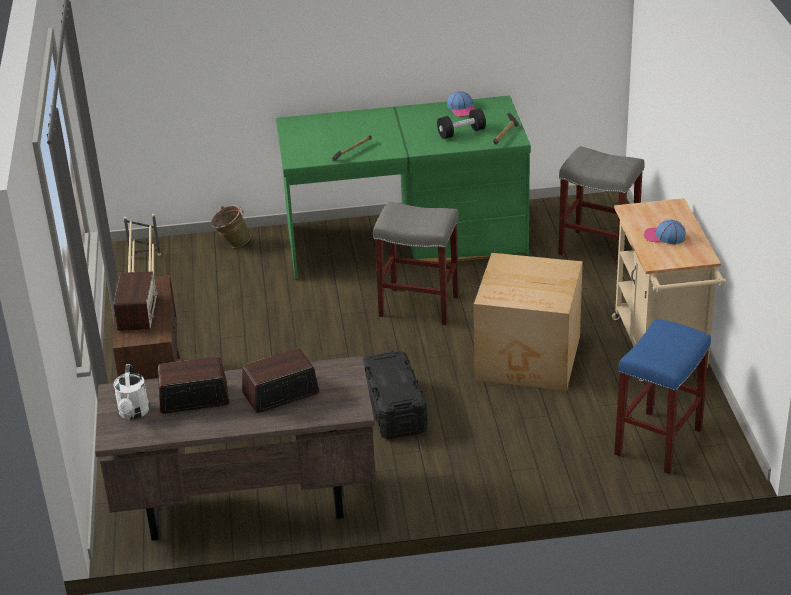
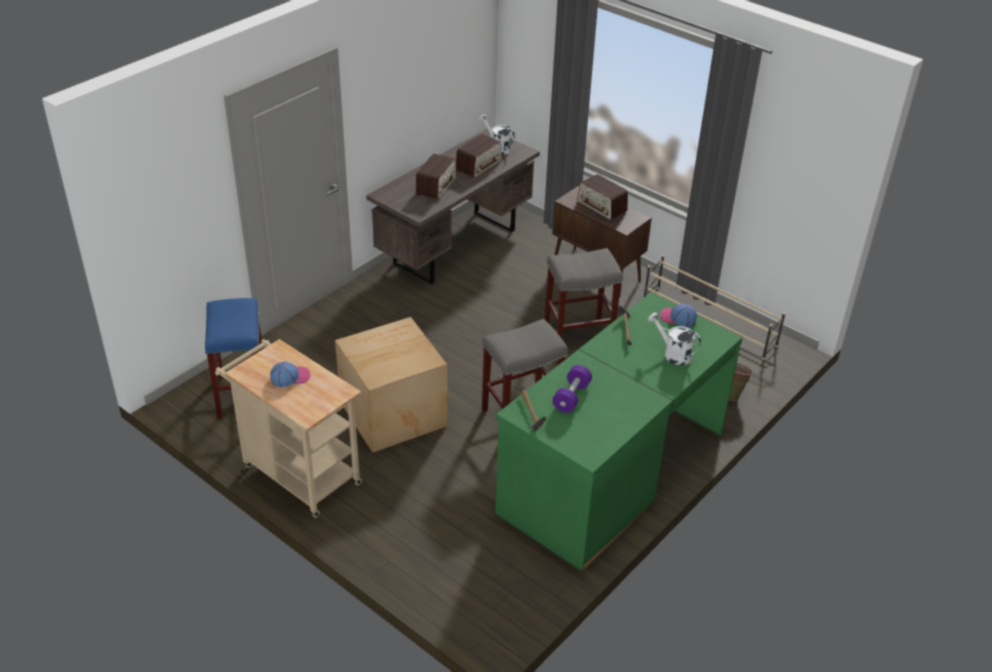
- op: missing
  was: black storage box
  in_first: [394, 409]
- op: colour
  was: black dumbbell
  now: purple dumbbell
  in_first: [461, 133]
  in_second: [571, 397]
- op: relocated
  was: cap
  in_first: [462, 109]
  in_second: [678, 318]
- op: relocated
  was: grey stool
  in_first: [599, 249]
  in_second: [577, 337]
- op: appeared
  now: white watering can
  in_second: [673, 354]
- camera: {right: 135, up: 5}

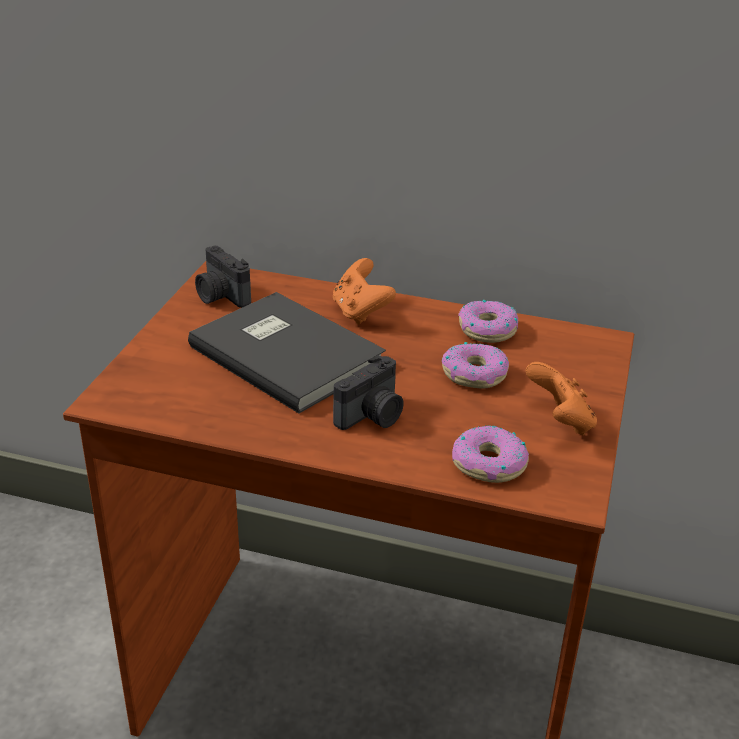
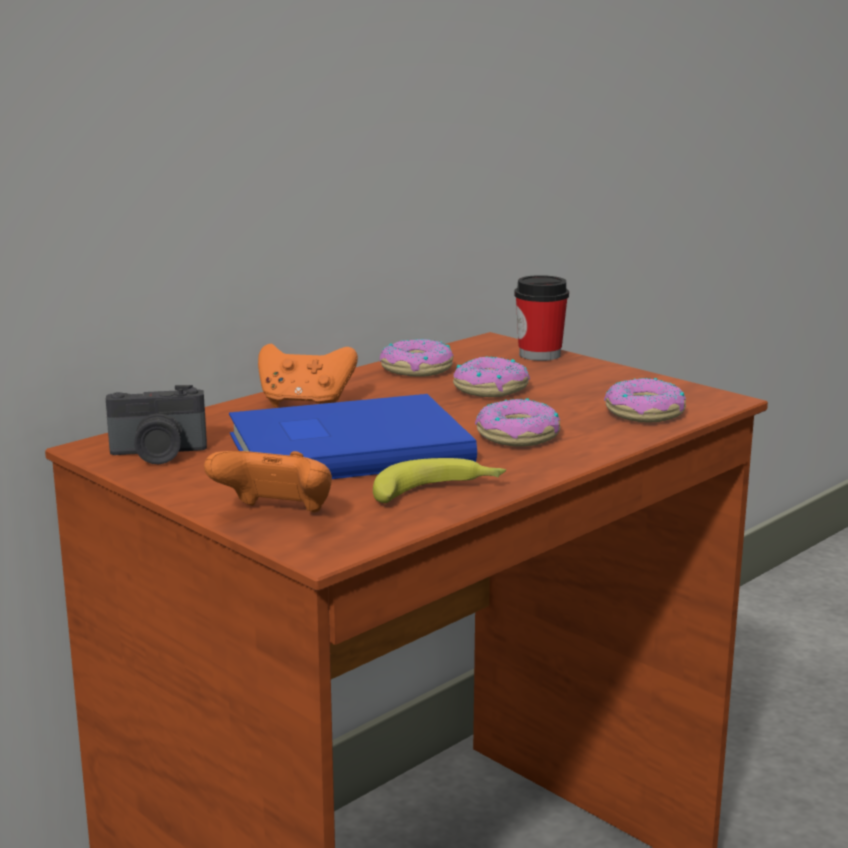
- op: colour
  was: grey book
  now: blue book
  in_first: [288, 353]
  in_second: [344, 446]
- op: exchanged
  was: photo camera
  now: donut
  in_first: [372, 416]
  in_second: [518, 436]
- op: relocated
  was: orange game controller
  in_first: [560, 422]
  in_second: [276, 515]
- op: appeared
  now: banana
  in_second: [439, 492]
- op: appeared
  now: cup
  in_second: [539, 355]
- camera: {right: -60, up: -15}

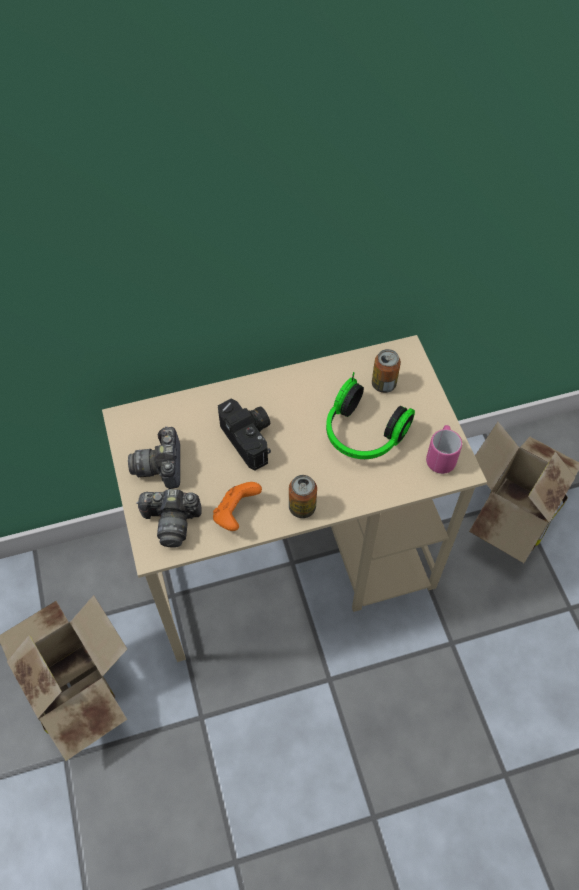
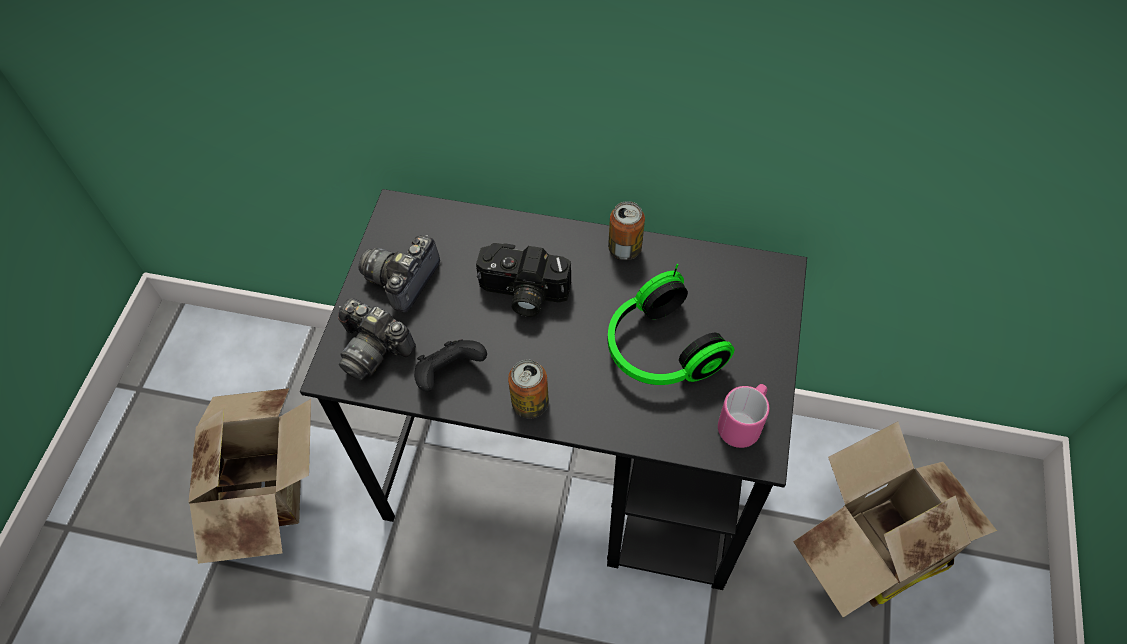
- op: colour
  was: beige desk
  now: black desk
  in_first: [292, 560]
  in_second: [571, 470]
- op: colour
  was: orange game controller
  now: black game controller
  in_first: [236, 513]
  in_second: [449, 373]
- op: spun
  was: photo camera
  in_first: [250, 438]
  in_second: [522, 294]
  clockwise: 105
- op: relocated
  was: can
  in_first: [383, 384]
  in_second: [625, 249]
- camera: {right: 30, up: 0}

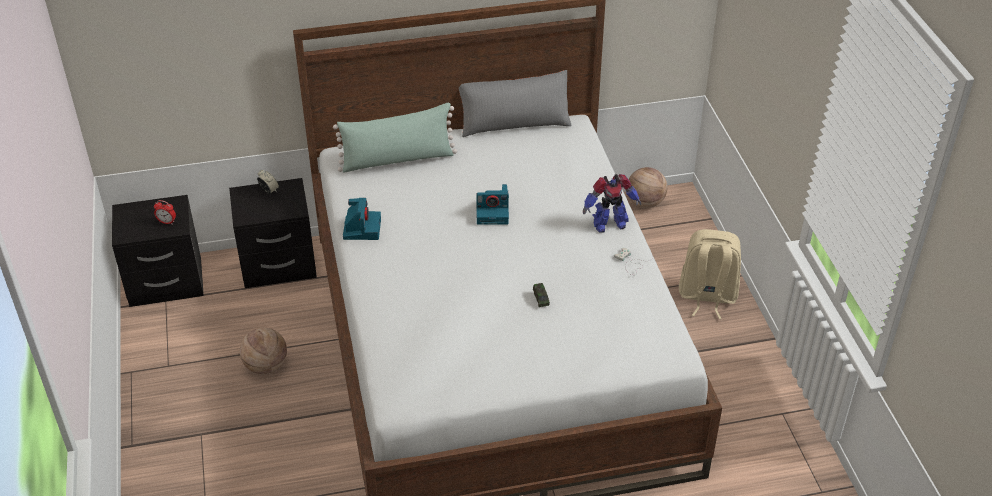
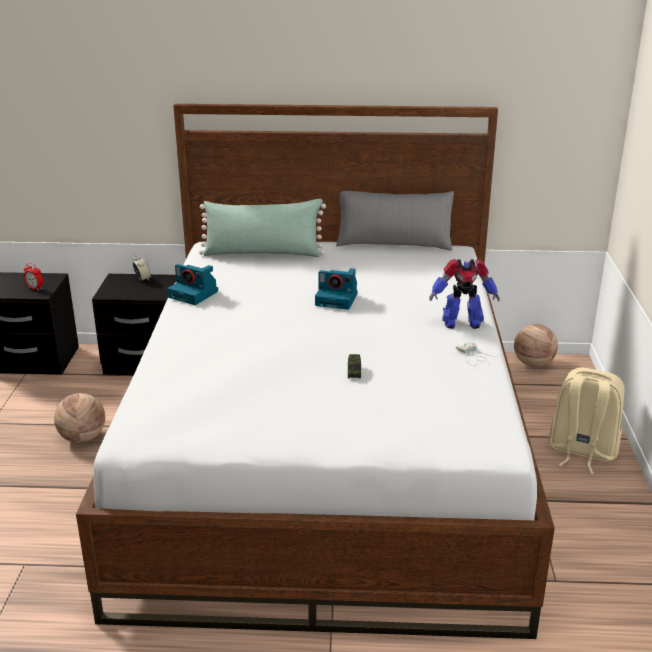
- op: spun
  was: photo camera
  in_first: [362, 228]
  in_second: [194, 294]
  clockwise: 105
- camera: {right: 15, up: -15}

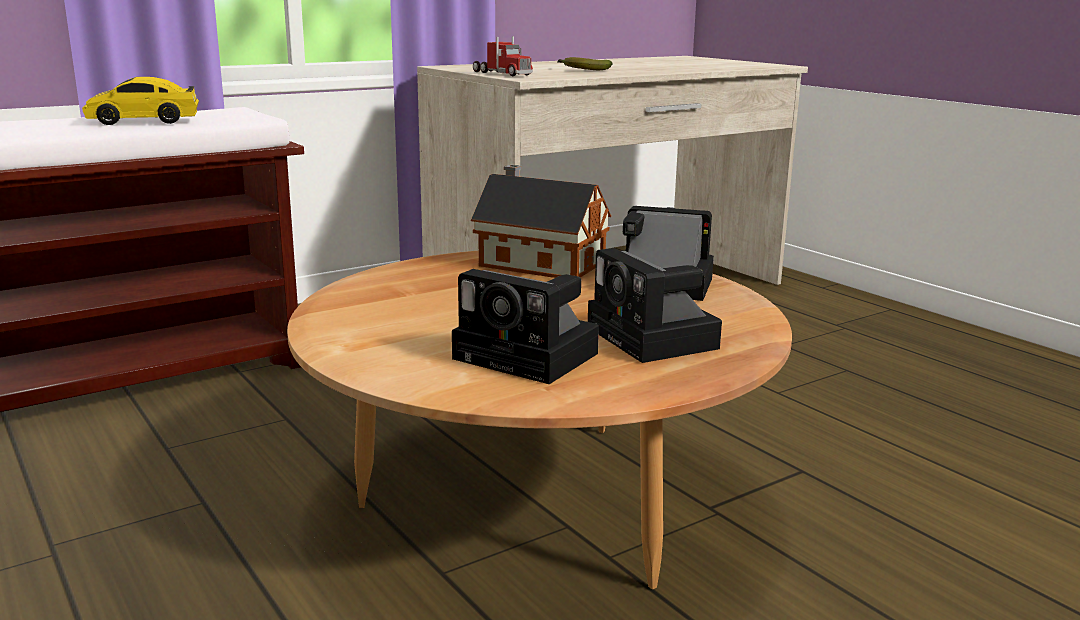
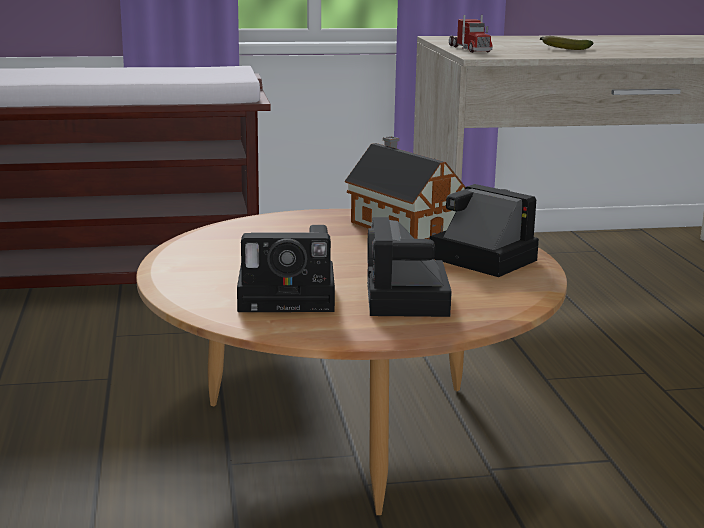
- op: missing
  was: toy car
  in_first: [144, 121]
- op: spun
  was: photo camera
  in_first: [531, 357]
  in_second: [291, 297]
  clockwise: -60
- camera: {right: 25, up: 0}

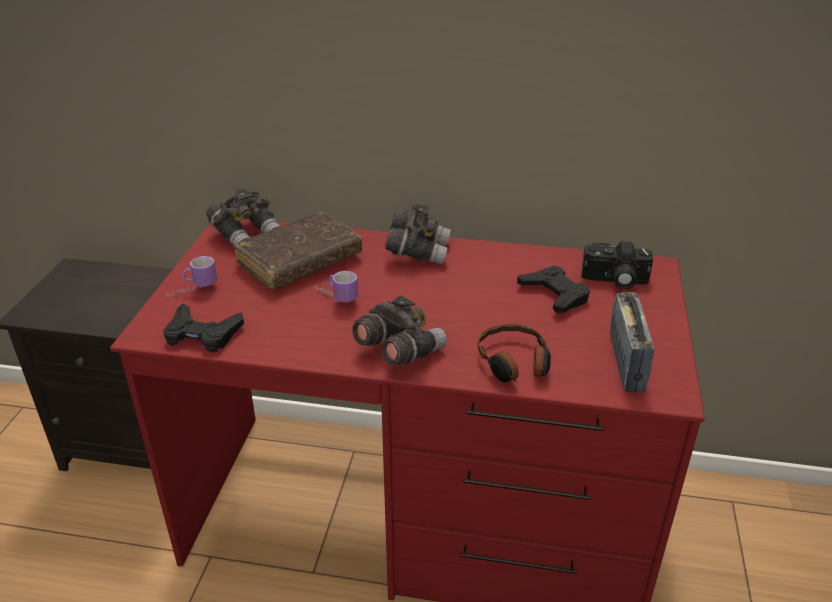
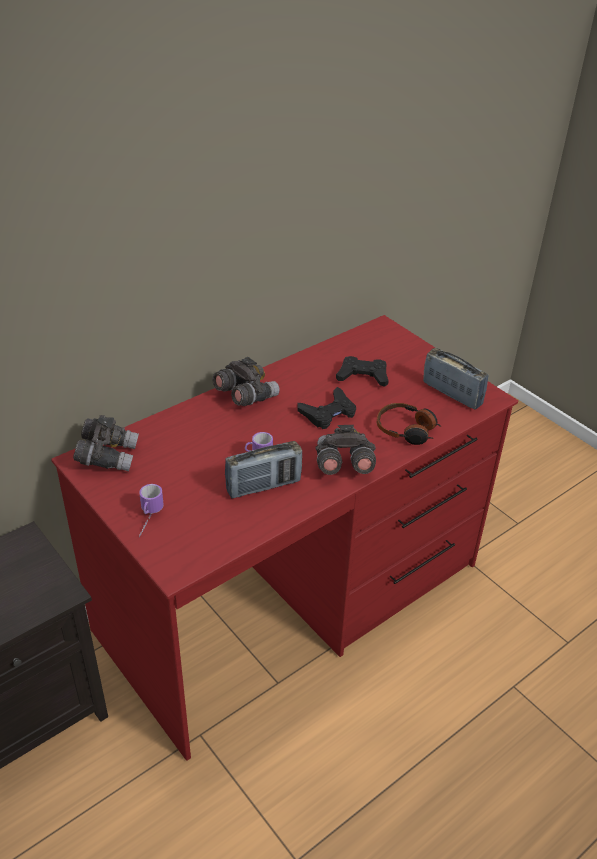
- op: relocated
  was: black game controller
  in_first: [202, 334]
  in_second: [328, 413]
- op: missing
  was: brown book
  in_first: [300, 261]
- op: missing
  was: photo camera
  in_first: [614, 280]
- op: appeared
  now: radio
  in_second: [263, 486]
- camera: {right: -50, up: 5}

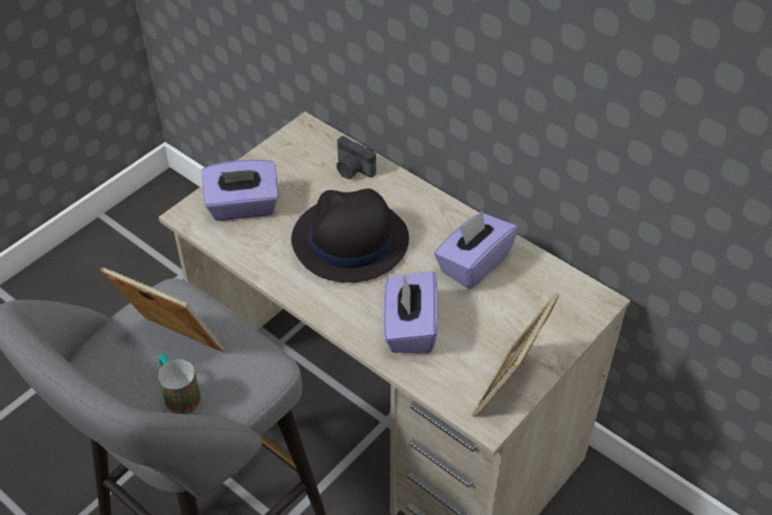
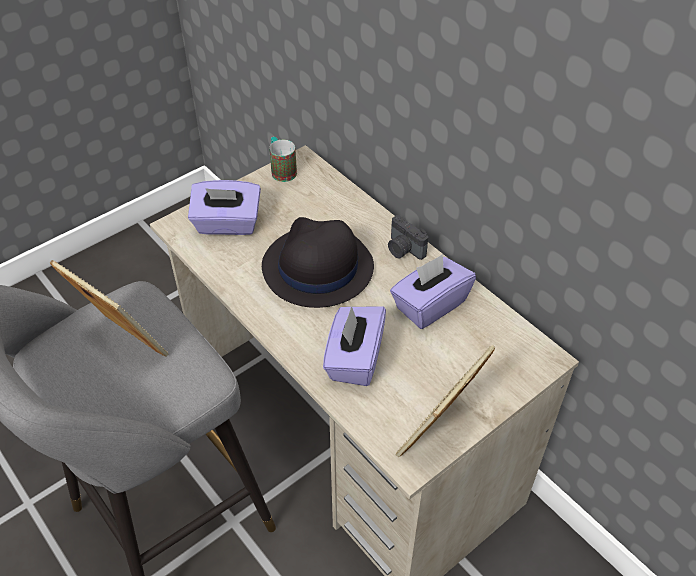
- op: relocated
  was: mug
  in_first: [179, 394]
  in_second: [281, 170]
- op: relocated
  was: photo camera
  in_first: [352, 170]
  in_second: [403, 250]
- camera: {right: 10, up: 0}

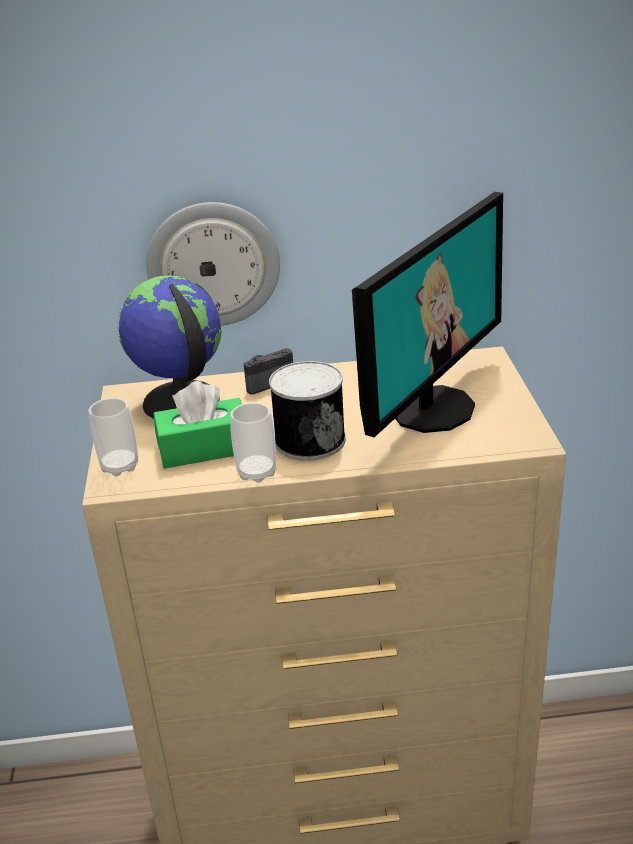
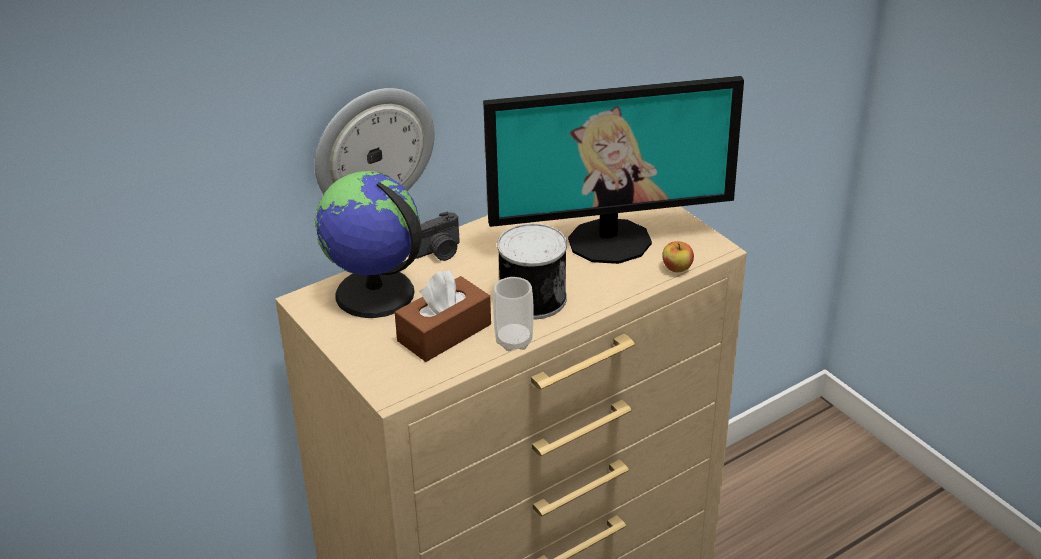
- op: missing
  was: cup
  in_first: [120, 466]
- op: colour
  was: green tissue box
  now: brown tissue box
  in_first: [204, 448]
  in_second: [444, 333]
- op: spun
  was: photo camera
  in_first: [266, 382]
  in_second: [439, 252]
  clockwise: -150
- op: spun
  was: monitor
  in_first: [431, 408]
  in_second: [609, 240]
  clockwise: 75
- op: appeared
  now: apple
  in_second: [677, 268]
- camera: {right: -30, up: 5}

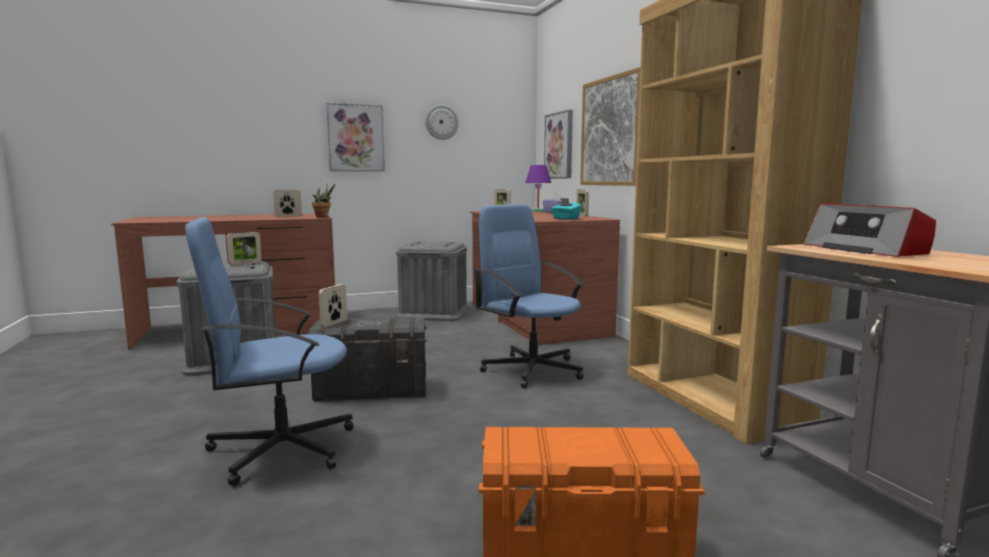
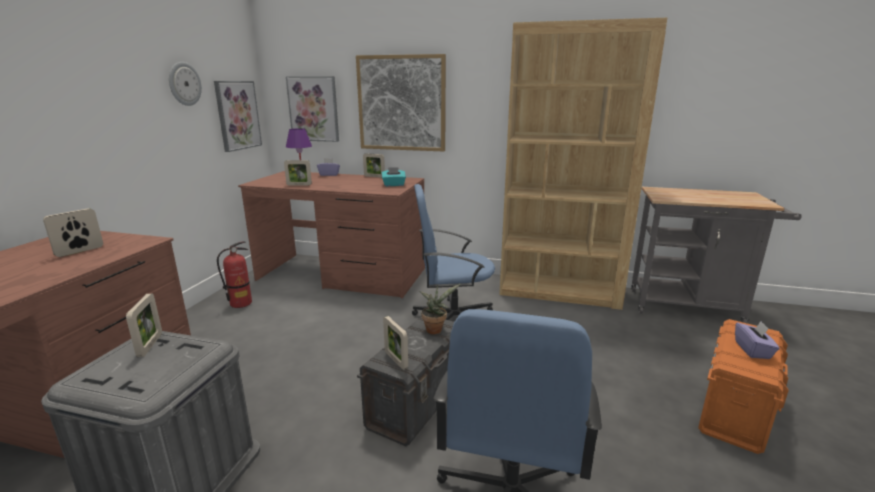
- op: relocated
  was: potted plant
  in_first: [323, 217]
  in_second: [435, 329]
- op: relocated
  was: picture
  in_first: [356, 138]
  in_second: [237, 115]
- op: exchanged
  was: grey storage box
  now: fire extinguisher
  in_first: [433, 312]
  in_second: [241, 303]
- op: missing
  was: radio
  in_first: [865, 250]
- op: appeared
  now: purple tissue box
  in_second: [753, 350]
- camera: {right: -55, up: 10}

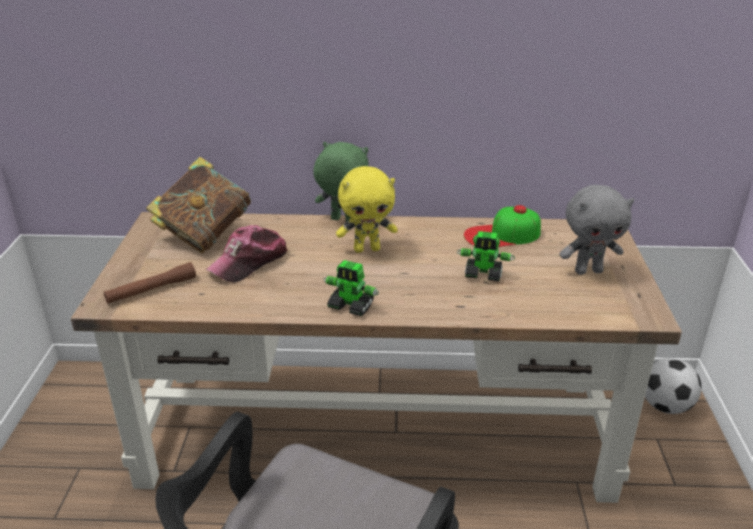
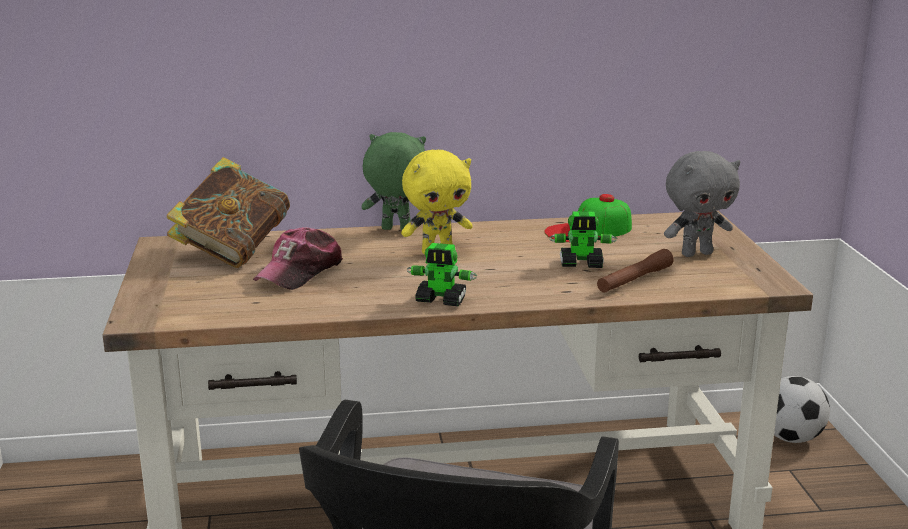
- op: relocated
  was: brown flashlight
  in_first: [151, 290]
  in_second: [634, 280]
- camera: {right: -10, up: -10}

